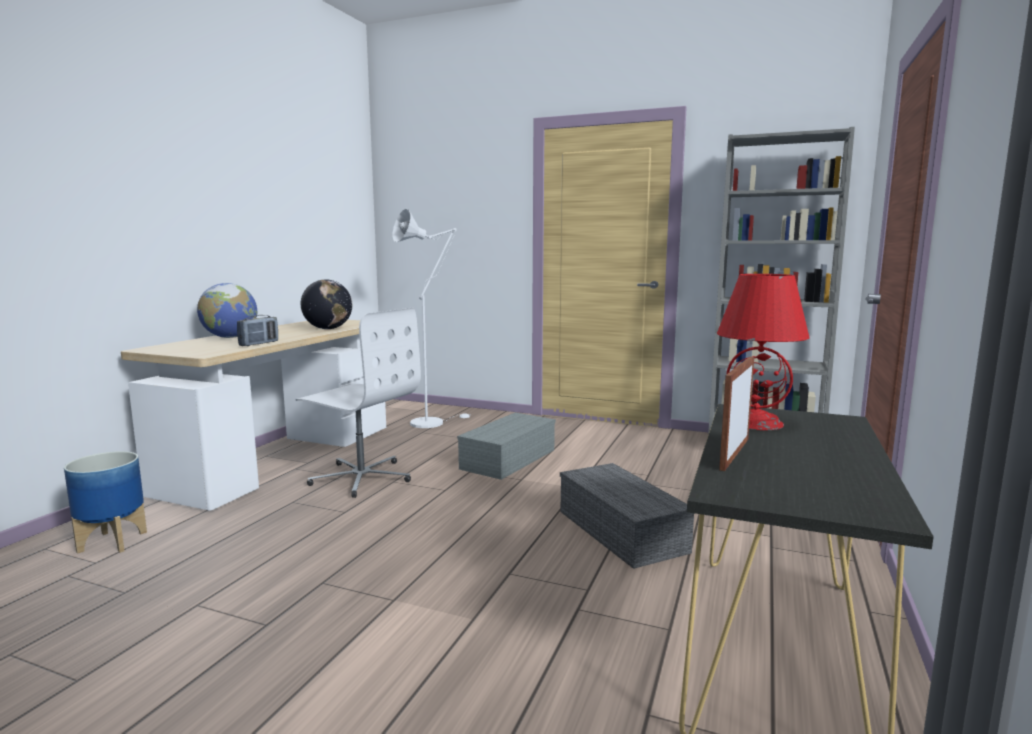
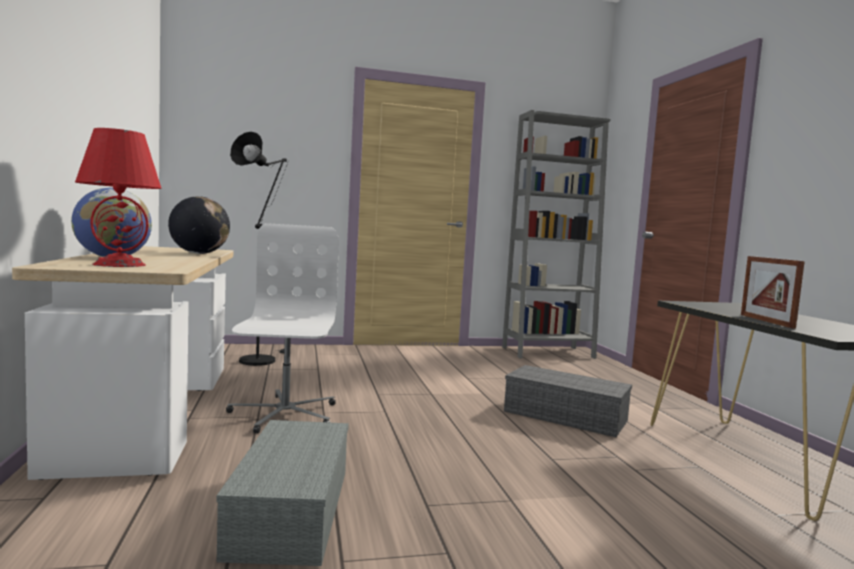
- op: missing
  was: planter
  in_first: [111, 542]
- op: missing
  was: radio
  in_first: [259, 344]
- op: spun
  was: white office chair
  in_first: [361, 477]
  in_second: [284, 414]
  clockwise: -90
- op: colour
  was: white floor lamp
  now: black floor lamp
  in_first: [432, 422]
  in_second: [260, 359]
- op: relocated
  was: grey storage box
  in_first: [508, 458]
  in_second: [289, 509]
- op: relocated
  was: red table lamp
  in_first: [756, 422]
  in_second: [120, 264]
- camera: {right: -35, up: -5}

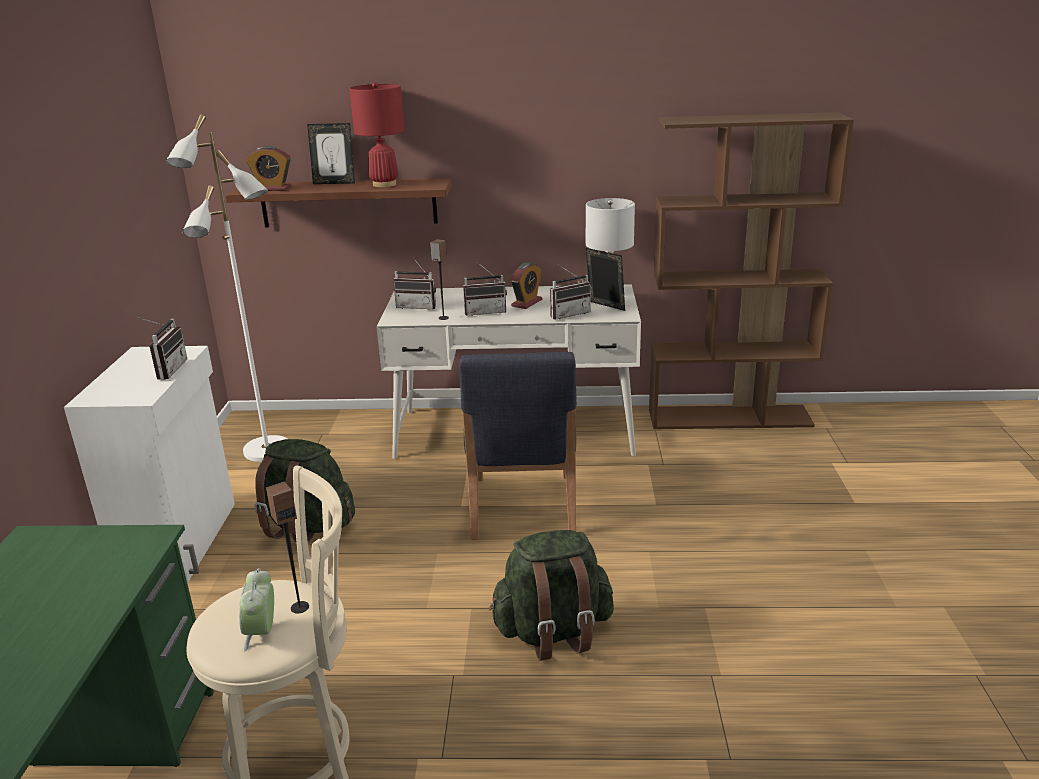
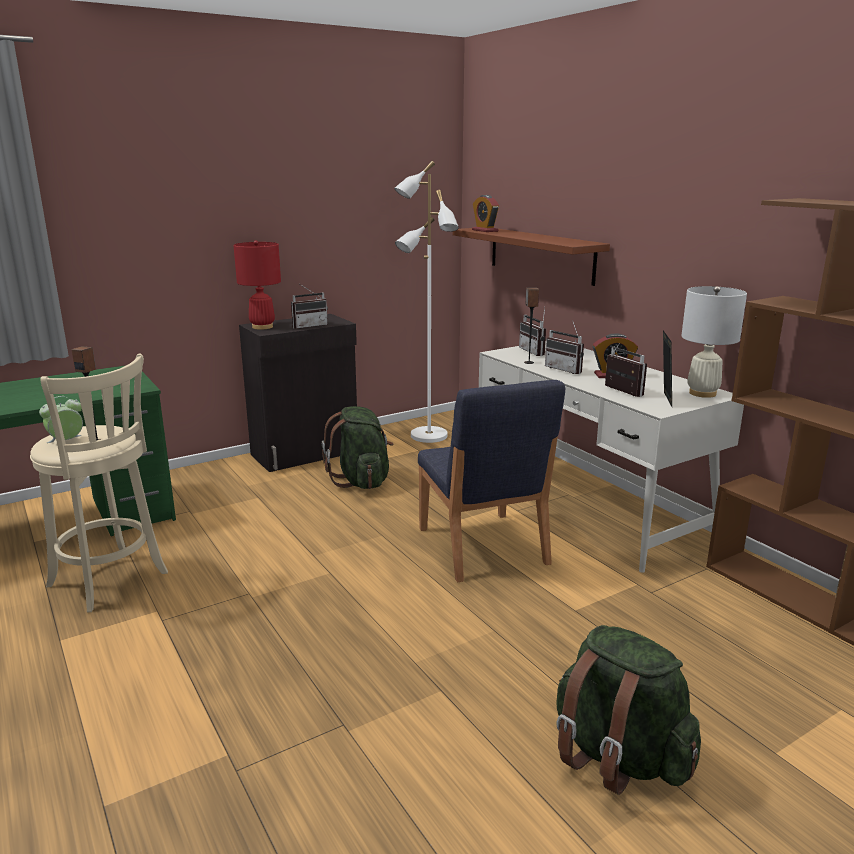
- op: colour
  was: white cabinet
  now: black cabinet
  in_first: [181, 540]
  in_second: [306, 453]
- op: missing
  was: picture frame
  in_first: [334, 183]
- op: relocated
  was: red table lamp
  in_first: [384, 184]
  in_second: [262, 327]
- op: spun
  was: blue chair
  in_first: [522, 507]
  in_second: [482, 547]
  clockwise: -75
- op: relocated
  was: green backpack
  in_first: [553, 632]
  in_second: [618, 756]
- op: spun
  was: radio
  in_first: [568, 314]
  in_second: [619, 392]
  clockwise: -150
- camera: {right: 55, up: -5}

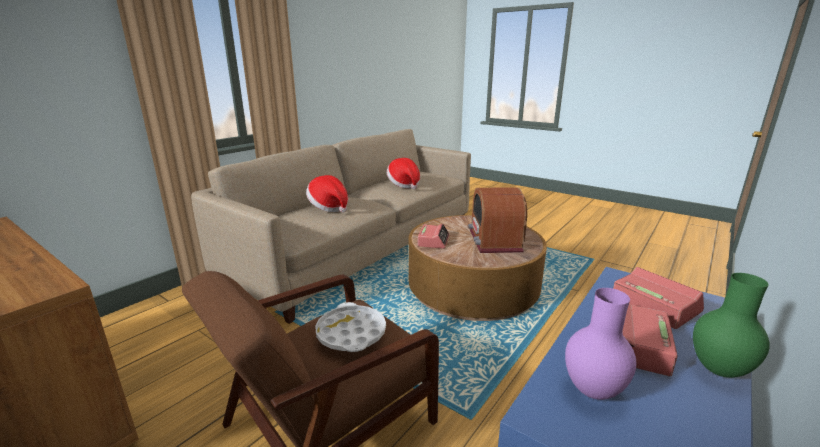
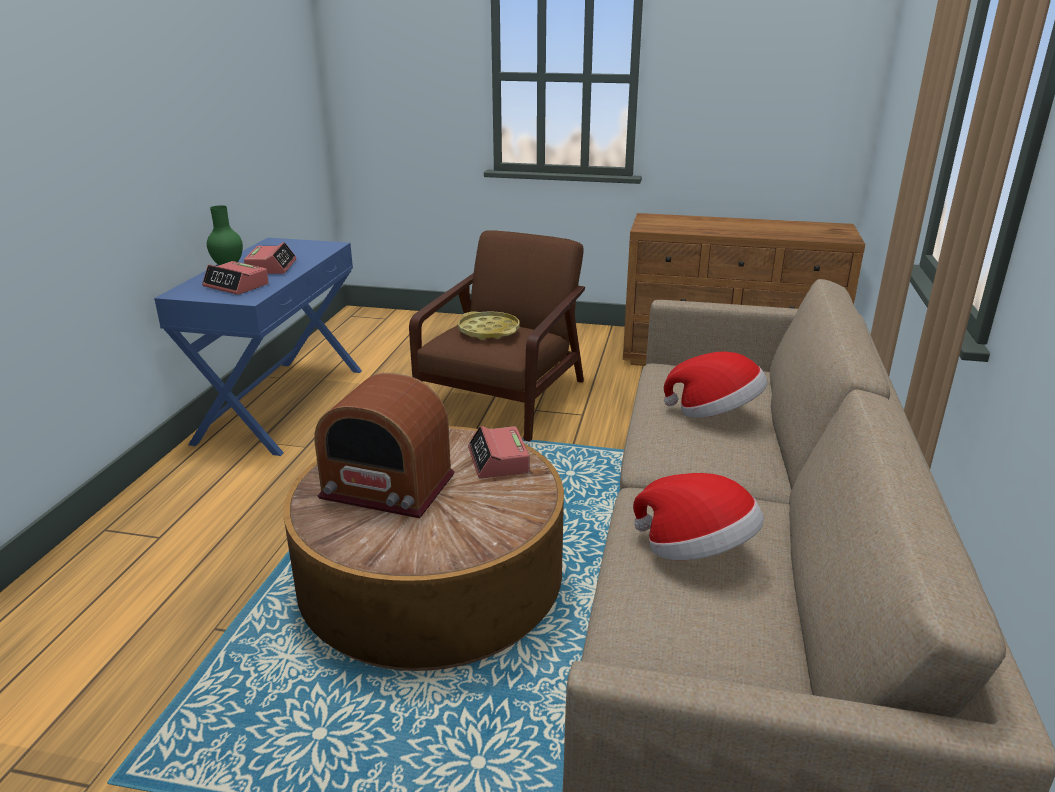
- op: colour
  was: white tray
  now: yellow tray
  in_first: [351, 333]
  in_second: [489, 331]
- op: spun
  was: radio
  in_first: [494, 241]
  in_second: [387, 487]
  clockwise: 135
- op: missing
  was: purple vase
  in_first: [593, 392]
- camera: {right: 155, up: 5}

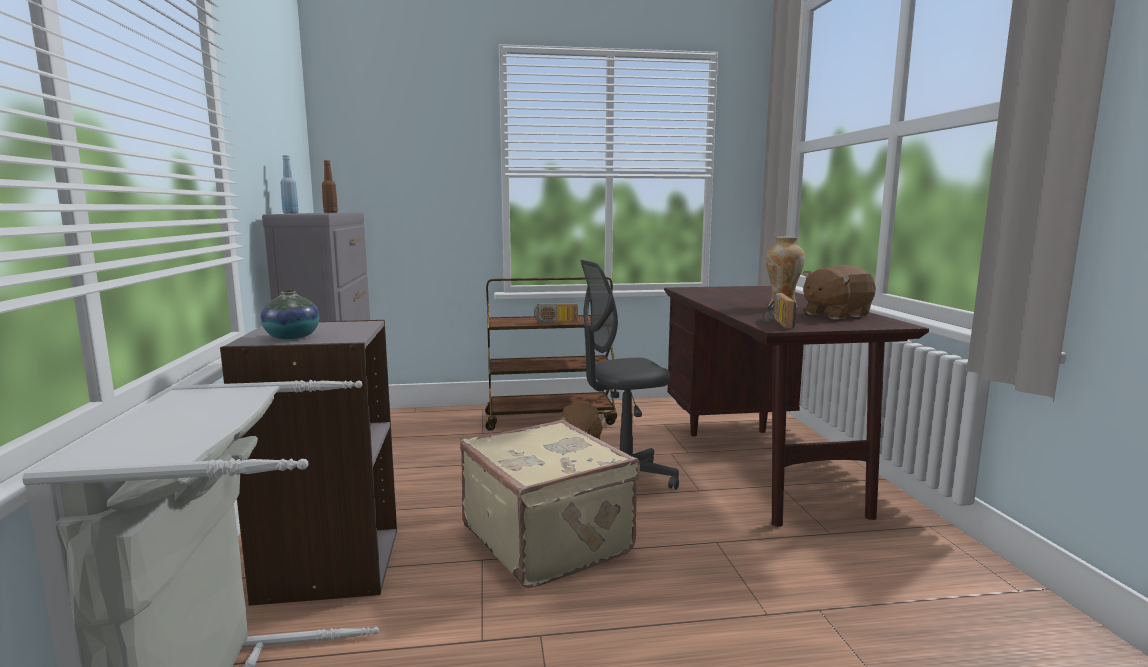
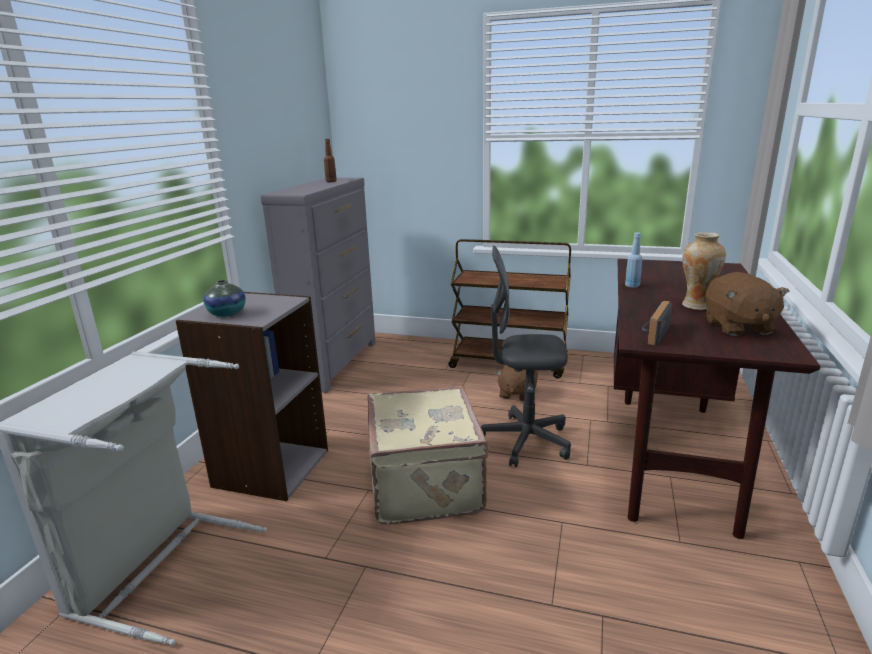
- op: relocated
  was: blue bottle
  in_first: [290, 213]
  in_second: [632, 286]
- op: missing
  was: radio
  in_first: [556, 322]
- op: spun
  was: brown plush toy
  in_first: [835, 315]
  in_second: [737, 327]
  clockwise: -90
- camera: {right: 25, up: 10}

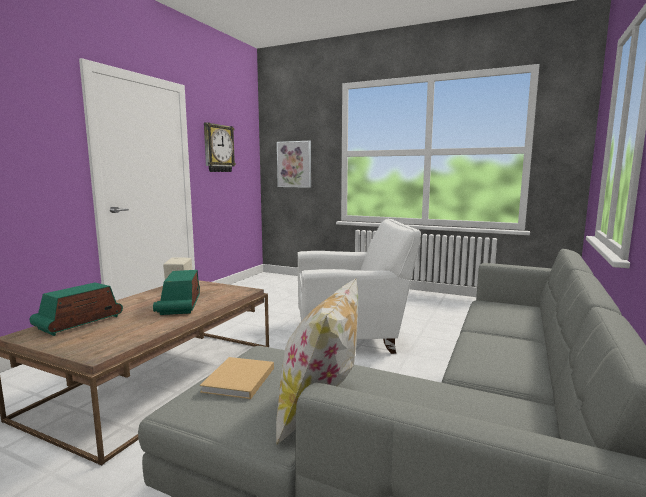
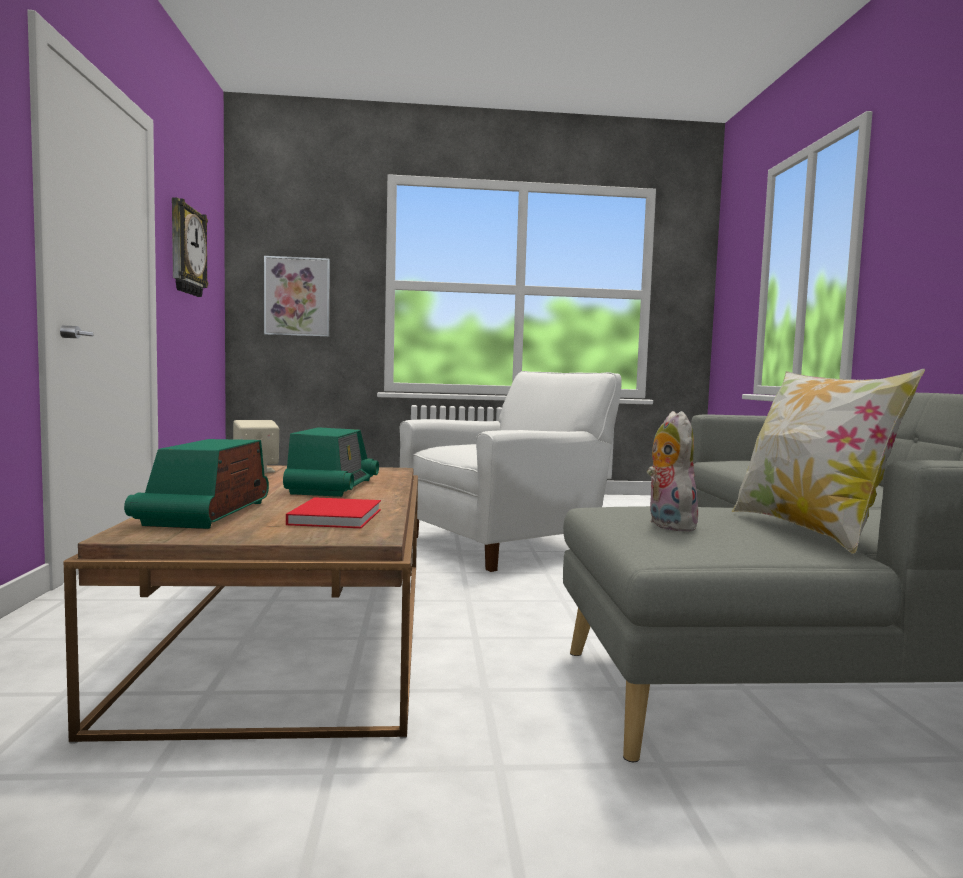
- op: spun
  was: radio
  in_first: [179, 305]
  in_second: [333, 487]
  clockwise: -135
- op: exchanged
  was: beige book
  now: plush toy
  in_first: [238, 381]
  in_second: [667, 525]
- op: appeared
  now: red book
  in_second: [337, 516]
- camera: {right: -30, up: -5}

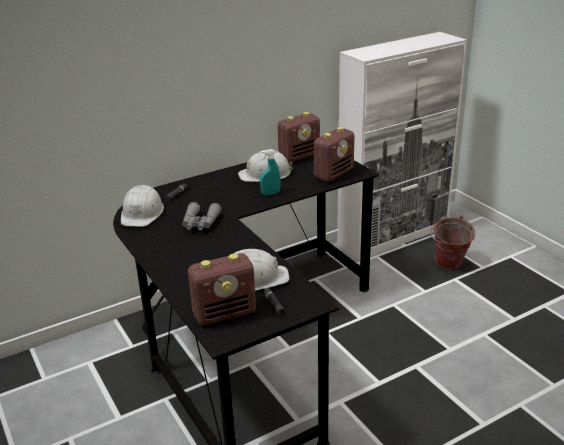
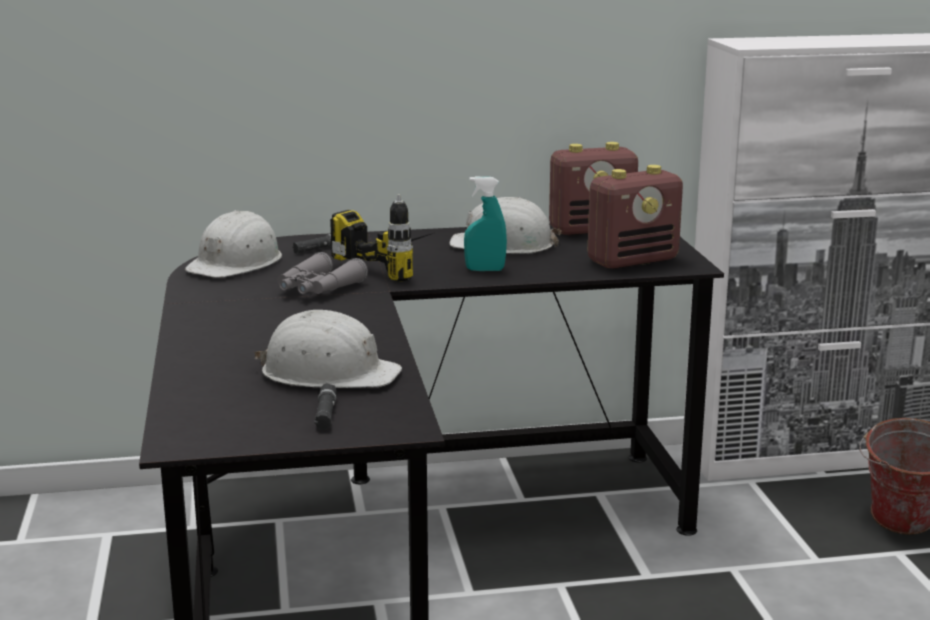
- op: missing
  was: radio
  in_first: [225, 313]
- op: appeared
  now: power drill
  in_second: [399, 265]
- camera: {right: 20, up: -10}

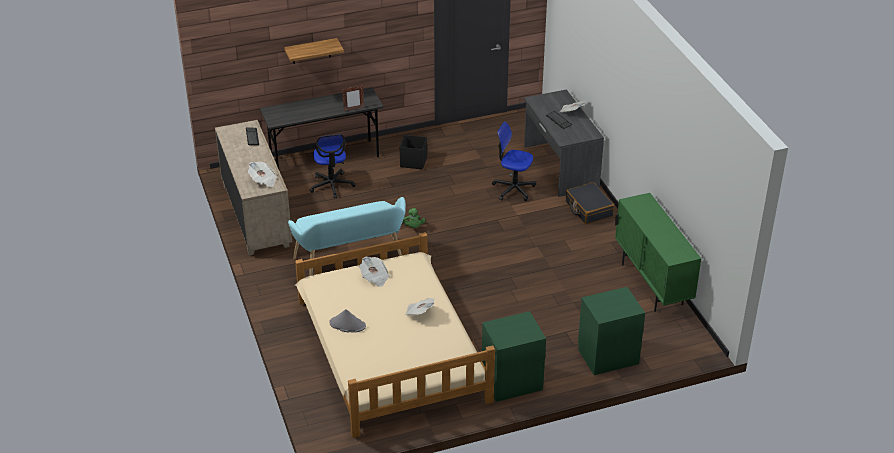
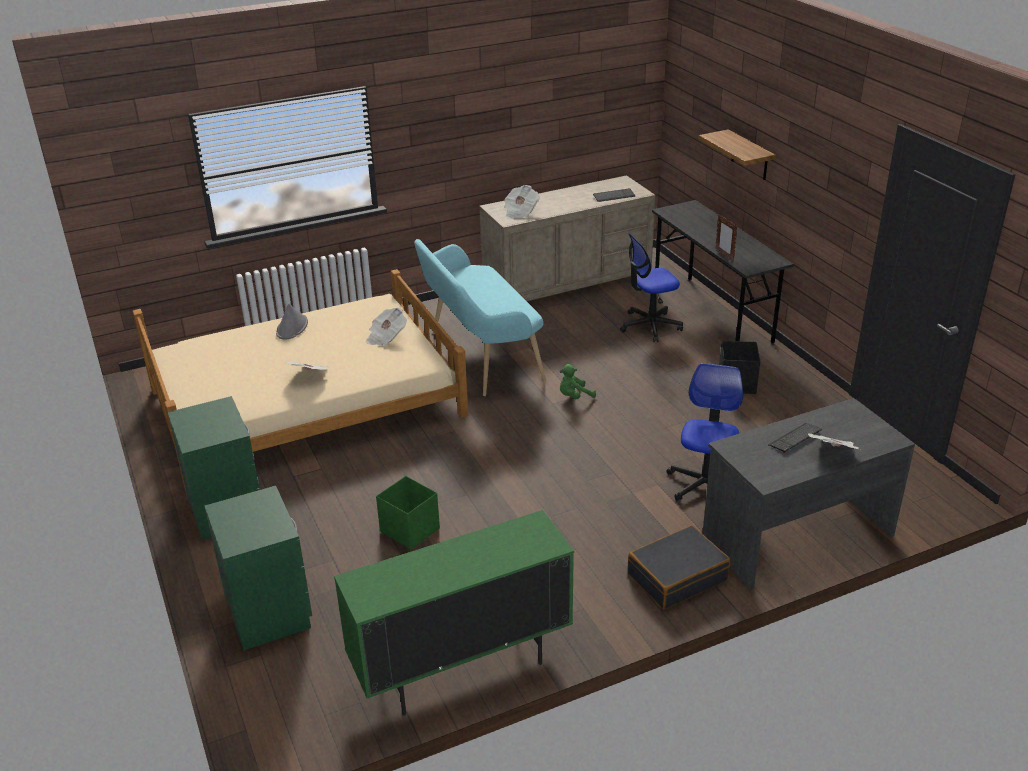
- op: appeared
  now: green storage box
  in_second: [409, 529]
- camera: {right: 85, up: -5}

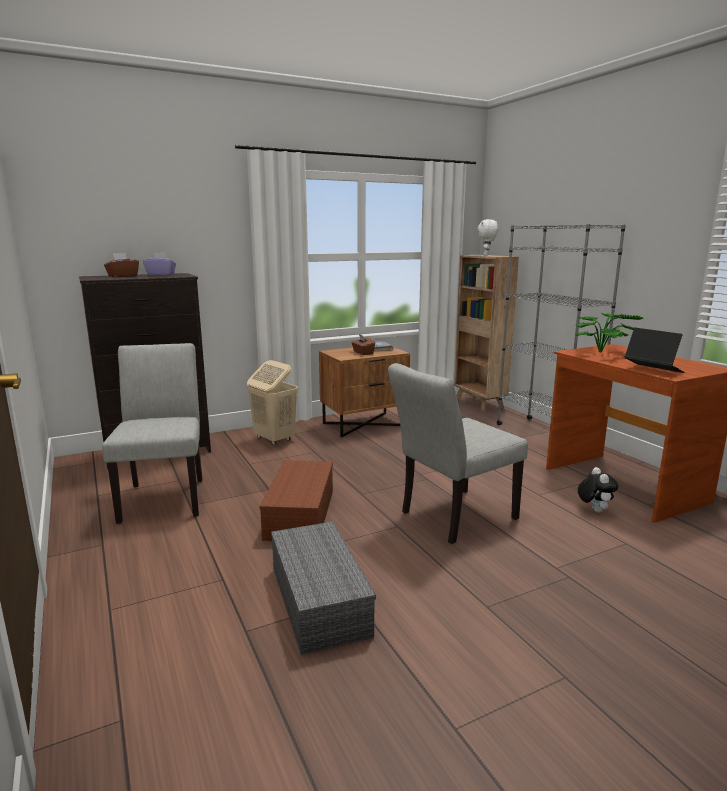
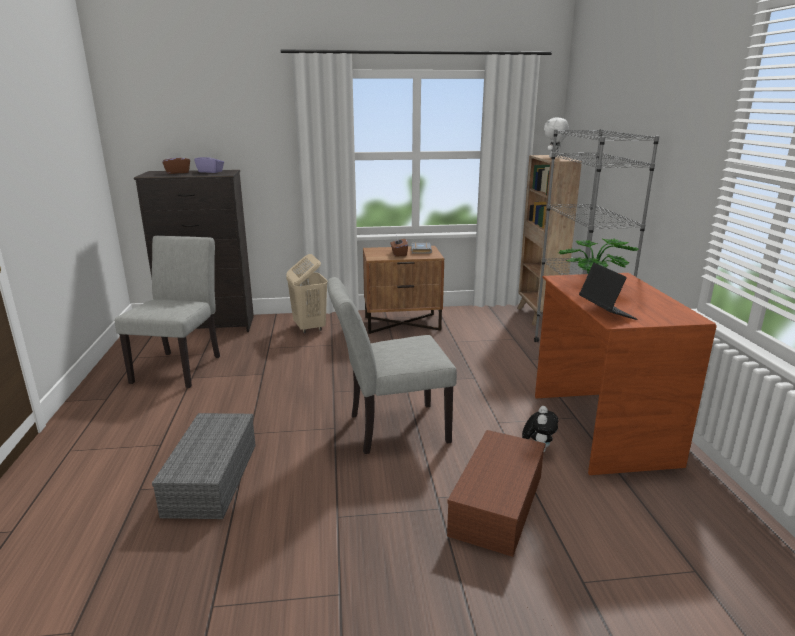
- op: relocated
  was: brown storage box
  in_first: [299, 513]
  in_second: [496, 503]
- camera: {right: 20, up: 5}

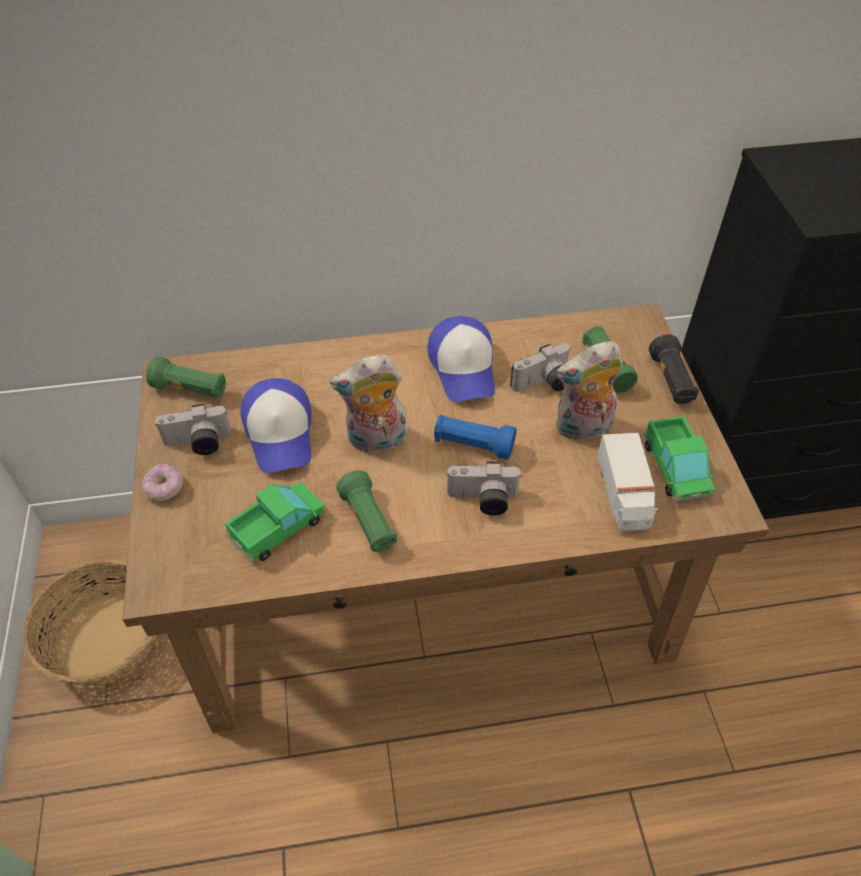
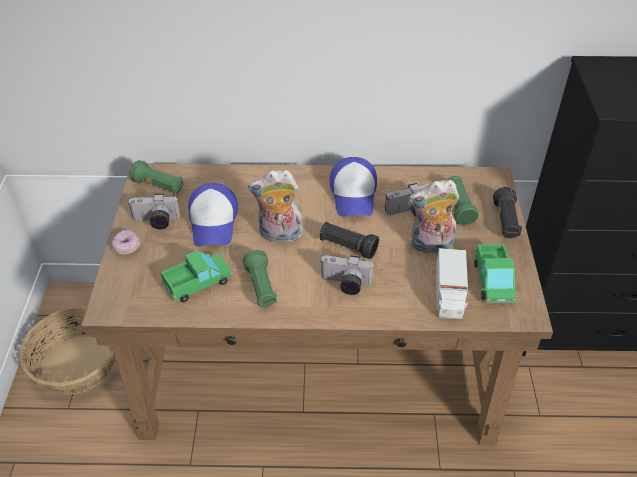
- op: colour
  was: blue flashlight
  now: black flashlight
  in_first: [473, 445]
  in_second: [347, 247]
- camera: {right: 10, up: -5}

